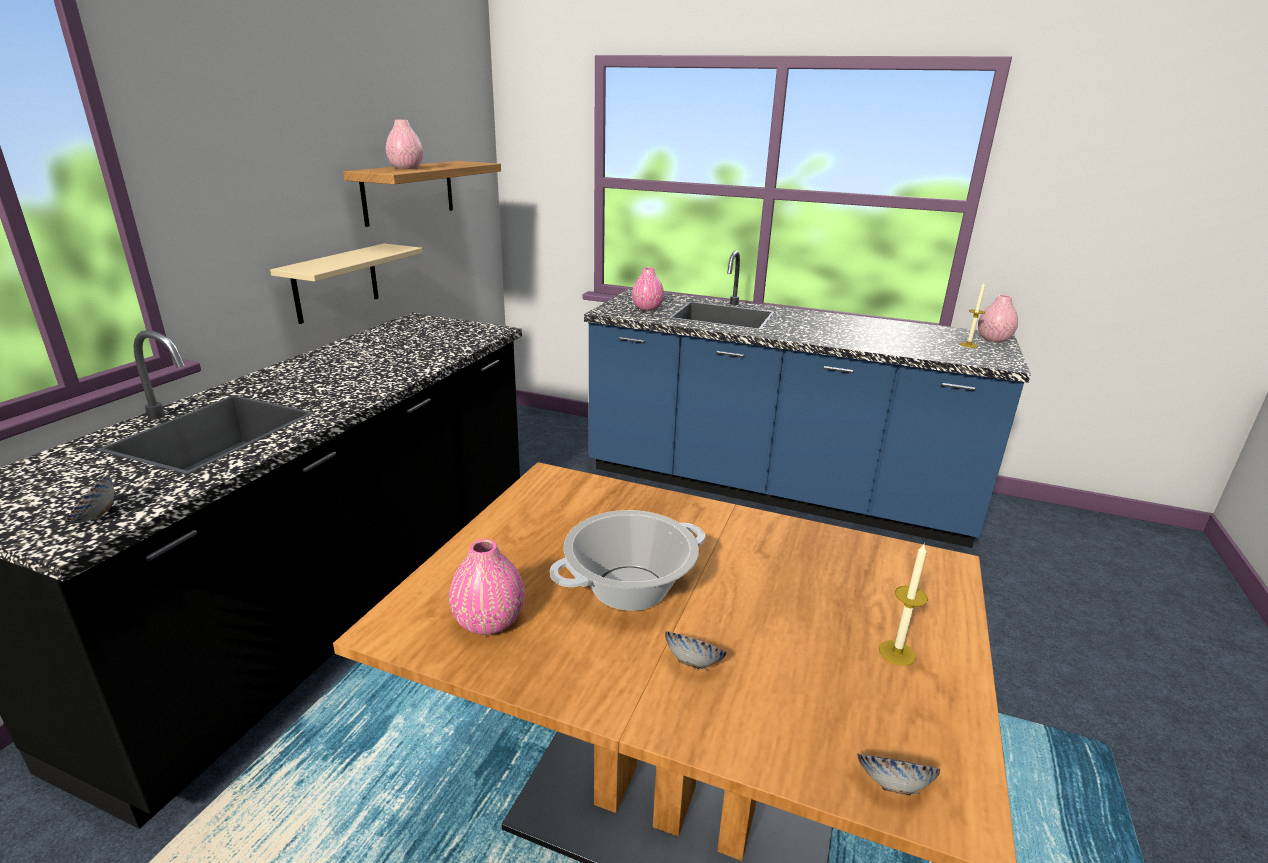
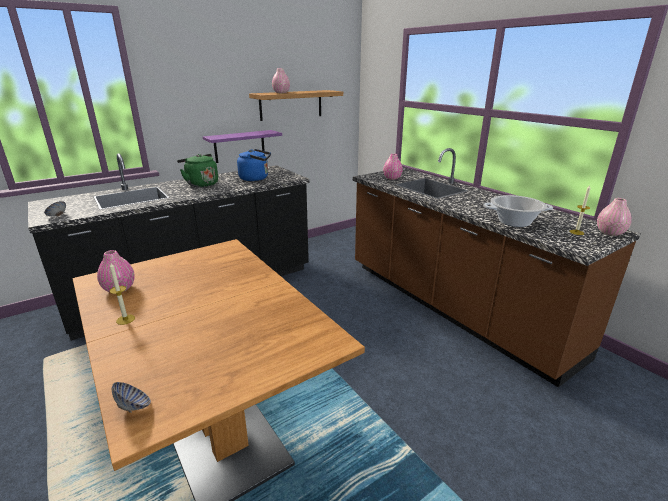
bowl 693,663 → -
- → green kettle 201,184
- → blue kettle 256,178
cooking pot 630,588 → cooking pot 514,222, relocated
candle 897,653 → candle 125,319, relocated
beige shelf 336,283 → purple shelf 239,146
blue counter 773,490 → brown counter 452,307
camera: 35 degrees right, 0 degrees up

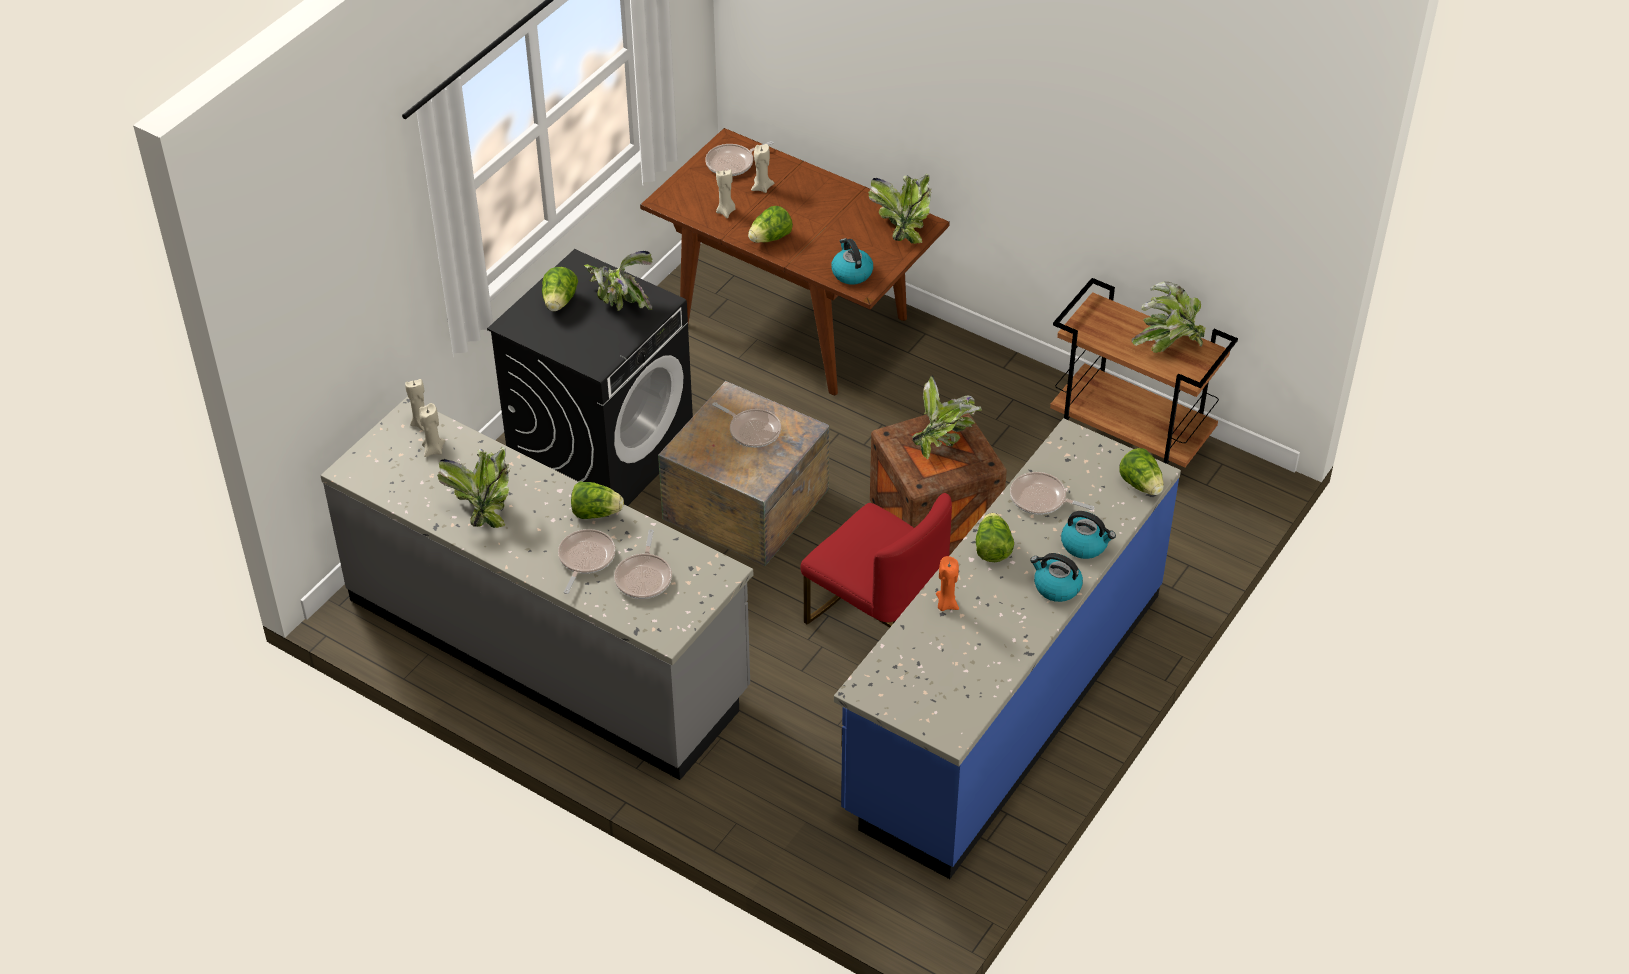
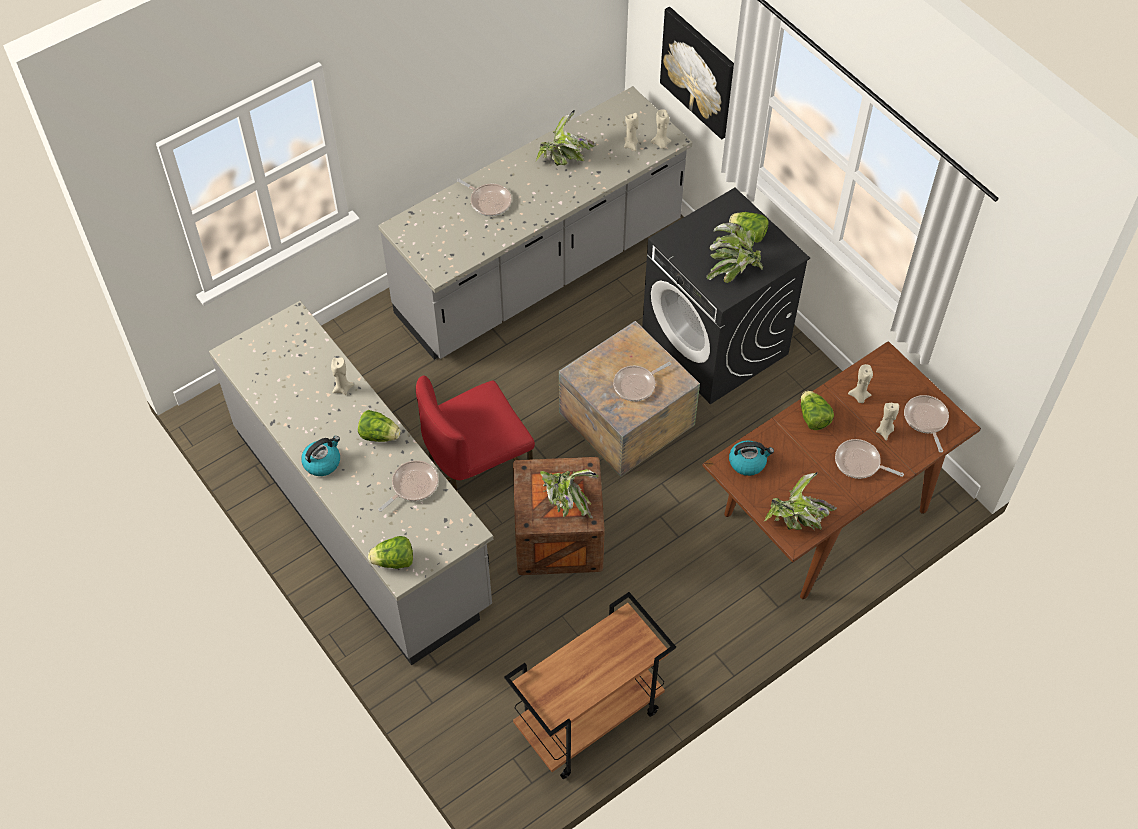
lettuce 596,513 → -
kettle 1085,545 → -
potted plant 1168,342 → -
- → picture 698,72
frying pan 644,577 → frying pan 860,463, relocated
blue counter 1003,702 → grey counter 363,518
orange candle 946,604 → beige candle 342,388
camera: 110 degrees right, 10 degrees up

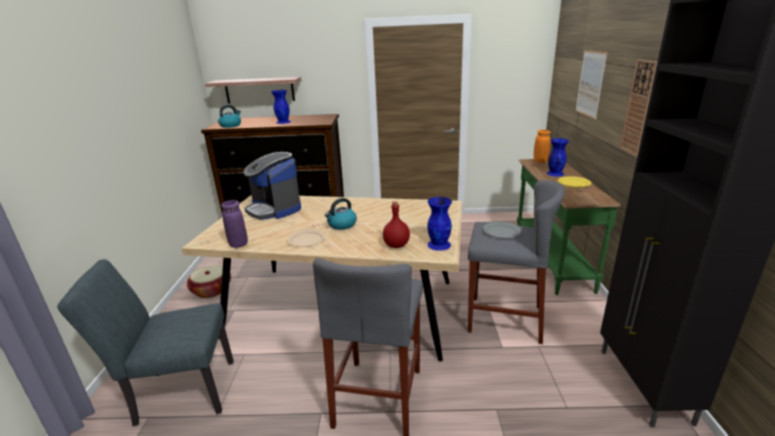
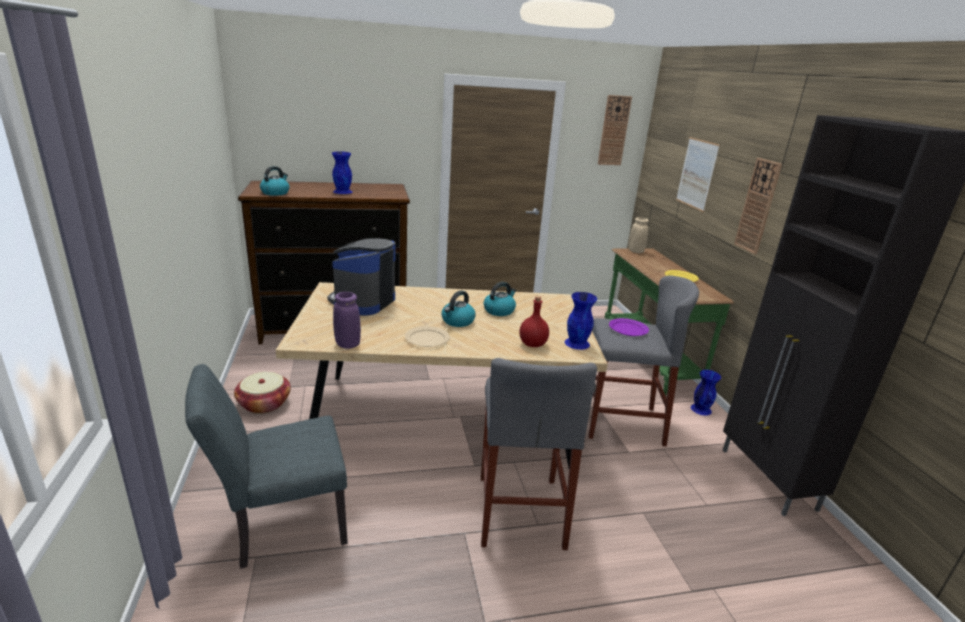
shelf 259,90 → -
- → kettle 499,310
- → wall clock 614,131
blue vase 555,173 → blue vase 700,409, relocated
grey plate 501,231 → purple plate 628,329
orange vase 540,161 → beige vase 635,251
coffee machine 274,209 → coffee machine 363,302, 75 degrees clockwise
camera: 15 degrees left, 0 degrees up

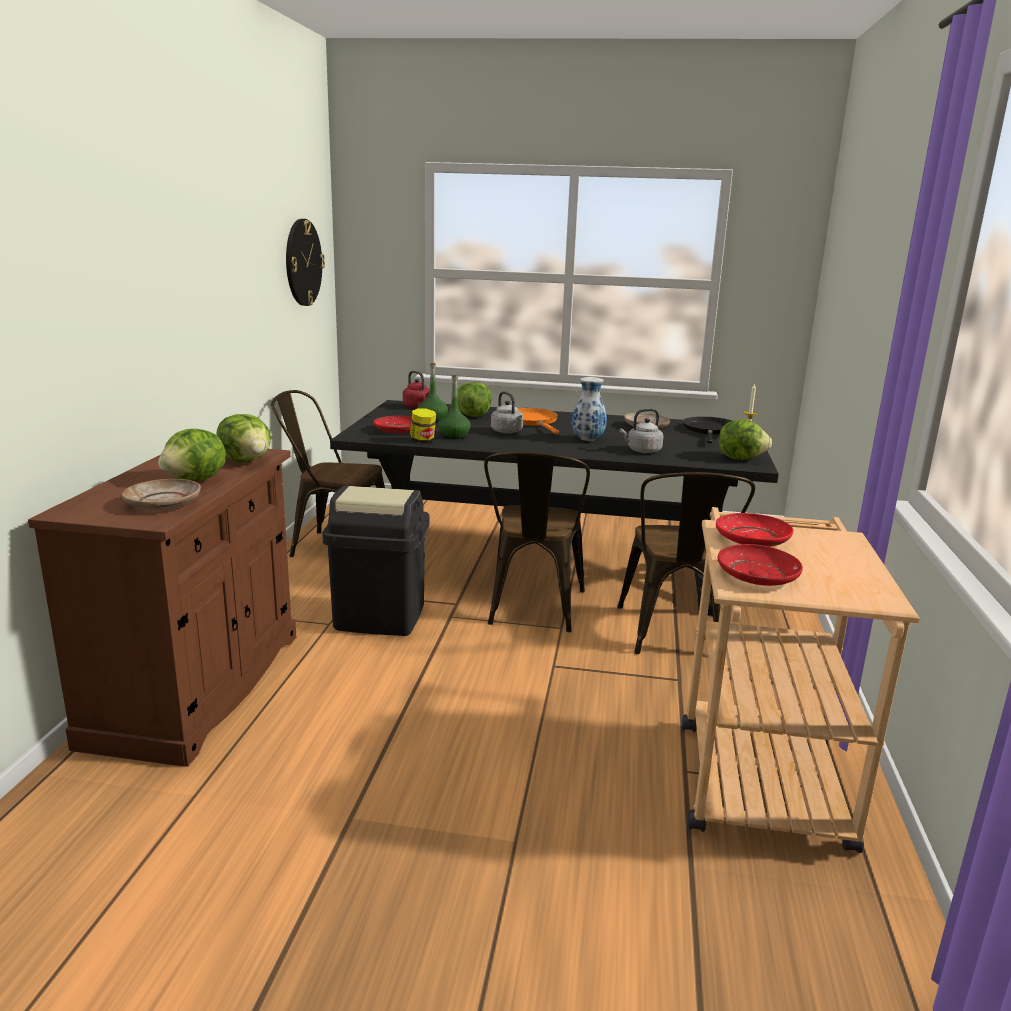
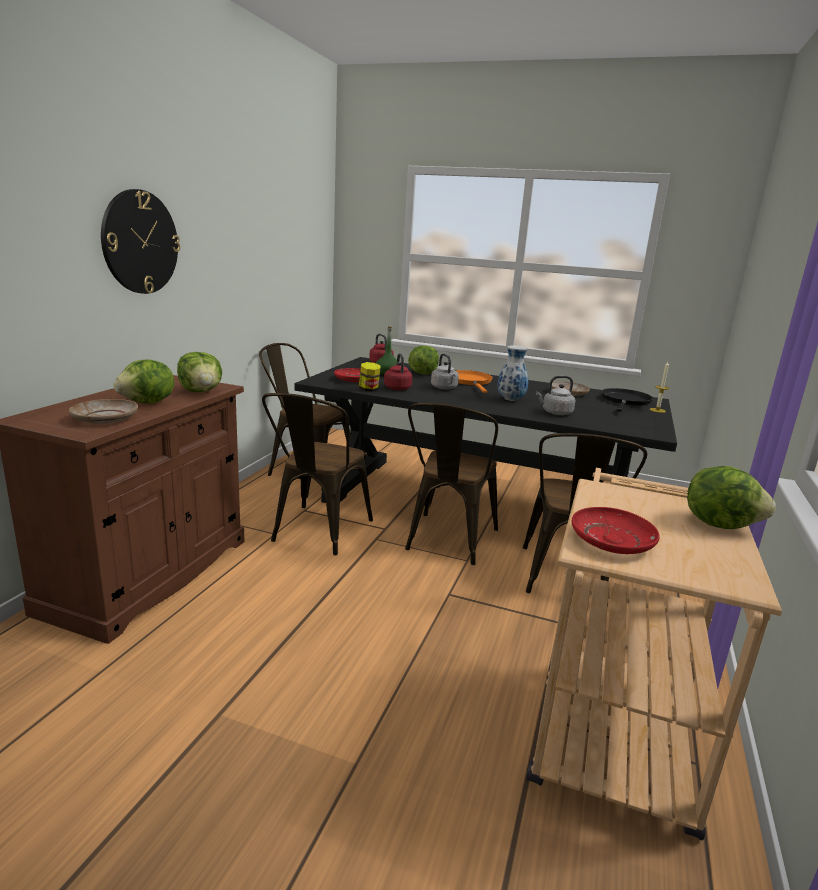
red plate 752,539 → -
wall clock 303,262 → wall clock 140,242, relocated
lettuce 740,458 → lettuce 720,523, relocated
black trash can 379,617 → brown chair 317,533
green bottle 454,436 → red kettle 397,388
camera: 10 degrees right, 0 degrees up

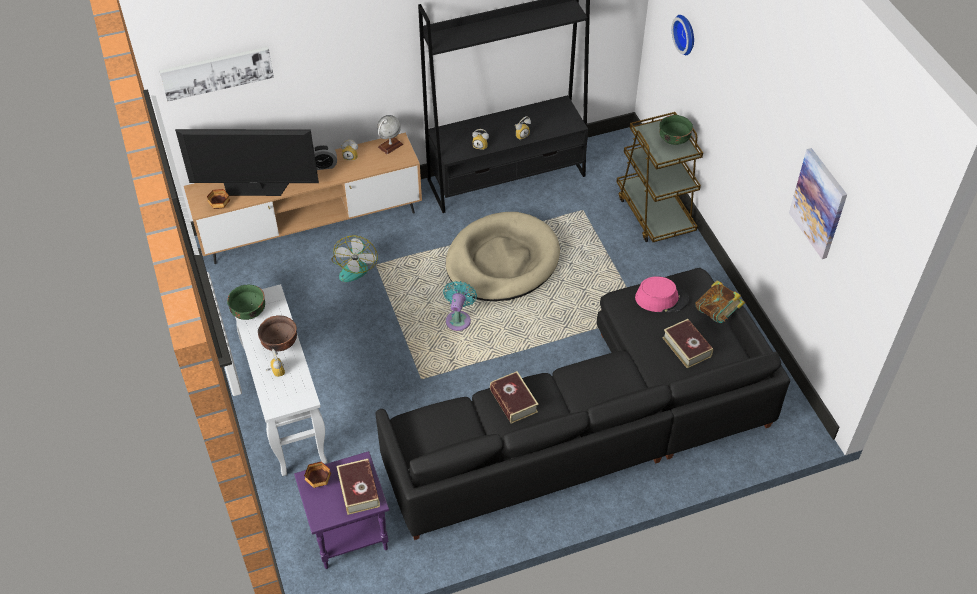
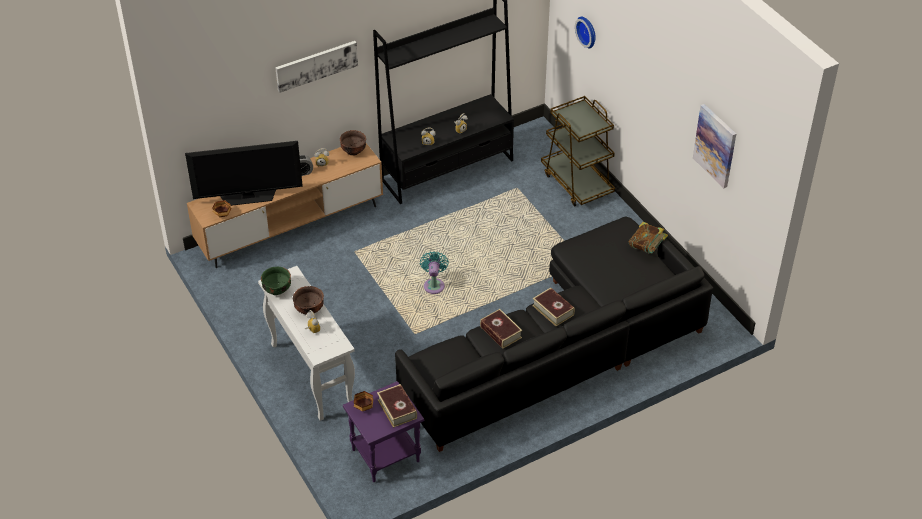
fan 355,266 → -
beige dog bed 502,261 → -
pink hat 661,298 → -
green bowl 673,140 → -
picture 217,72 → picture 316,65, relocated
book 686,347 → book 553,310, relocated
globe 390,146 → brown bowl 353,151
camera: 10 degrees left, 5 degrees down

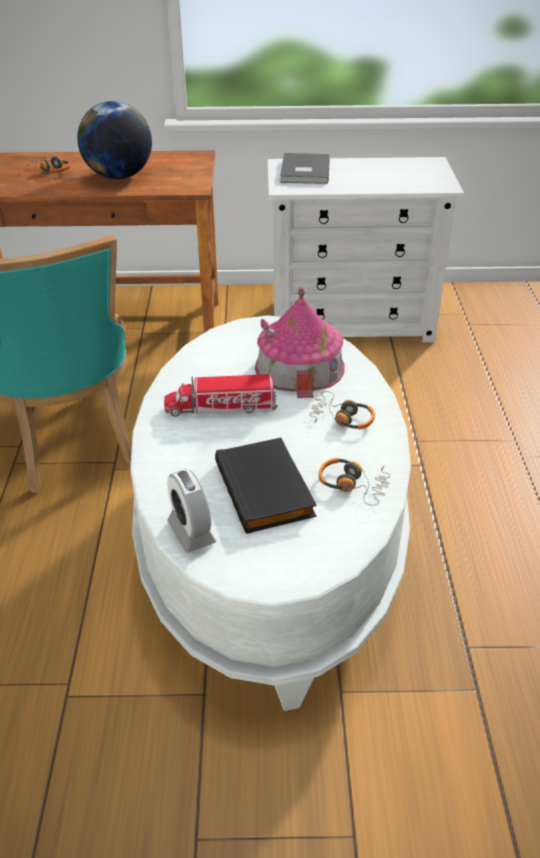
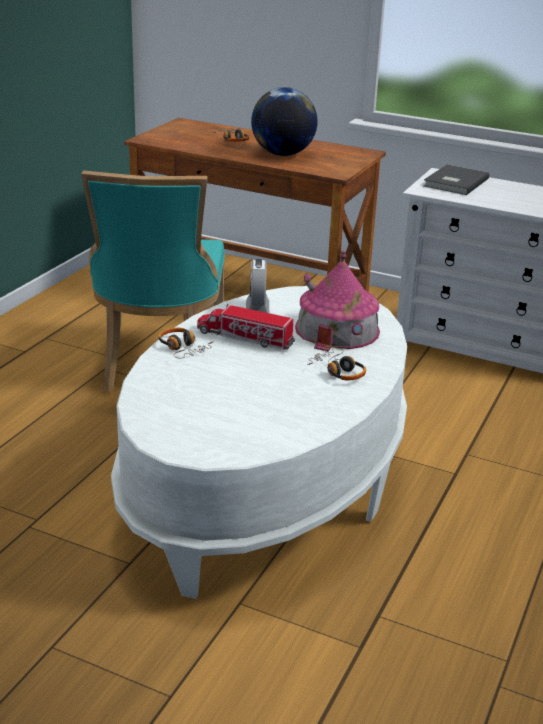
black book 267,489 → -
alarm clock 191,532 → alarm clock 257,309, relocated
headphones 353,485 → headphones 183,348, relocated
camera: 25 degrees right, 10 degrees down

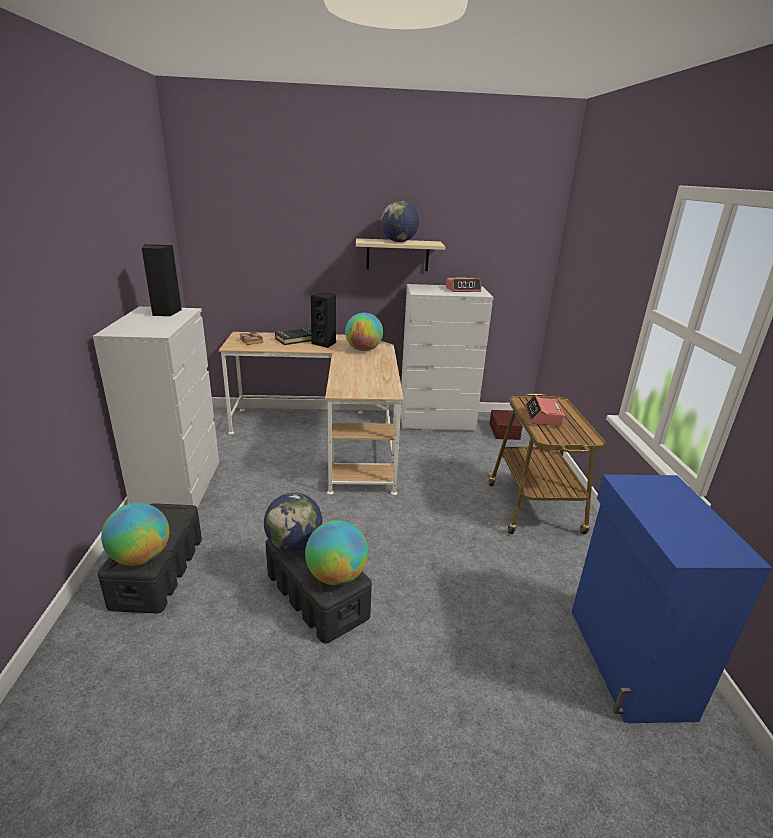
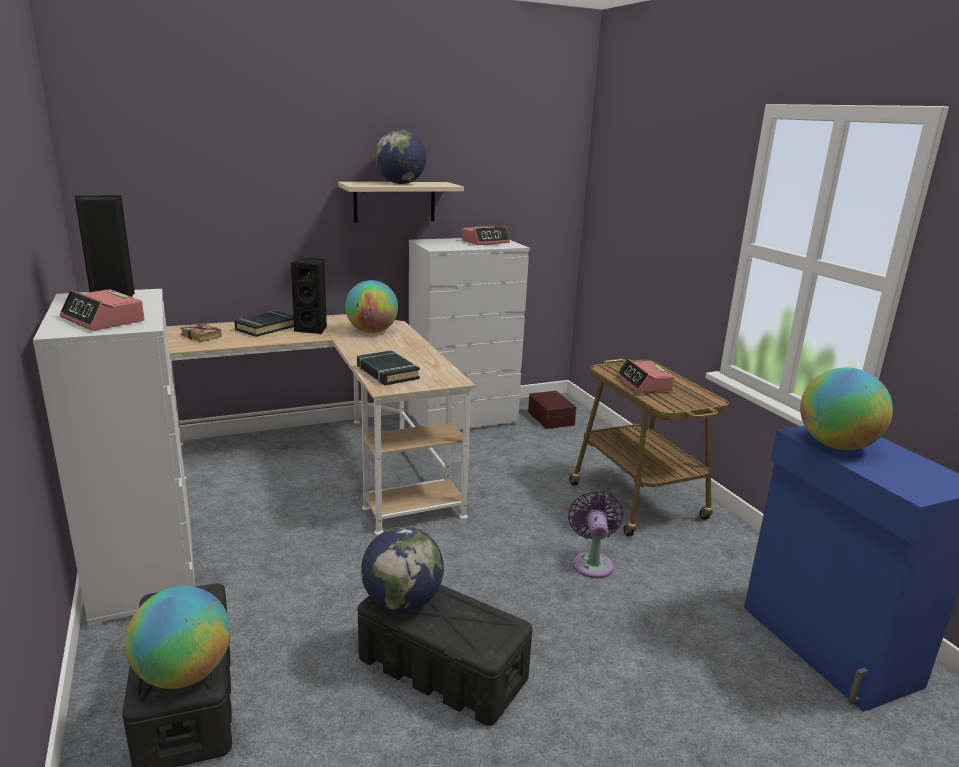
- → alarm clock 103,320
- → black book 387,373
- → purple fan 592,563
globe 336,576 → globe 836,445, relocated
camera: 20 degrees left, 5 degrees down

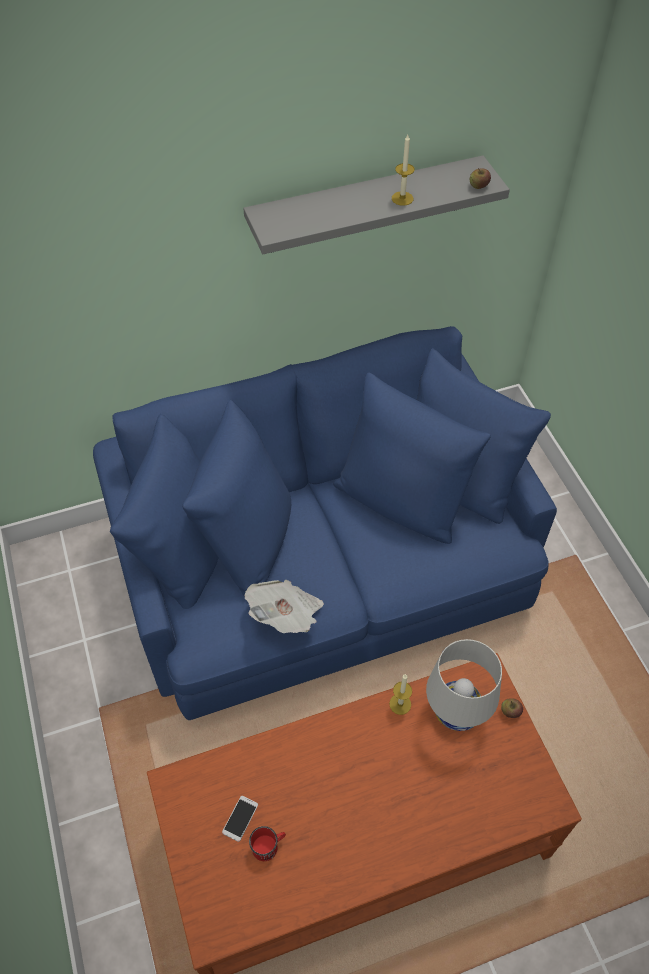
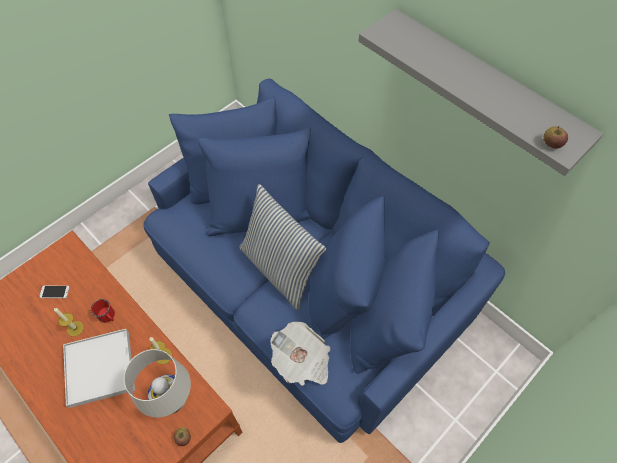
- → white tray 100,368
- → pillow 280,269
newspaper 286,615 → newspaper 302,361, relocated
red mug 269,846 → red mug 108,316, relocated
candle 402,198 → candle 75,328, relocated
camera: 65 degrees right, 5 degrees up

